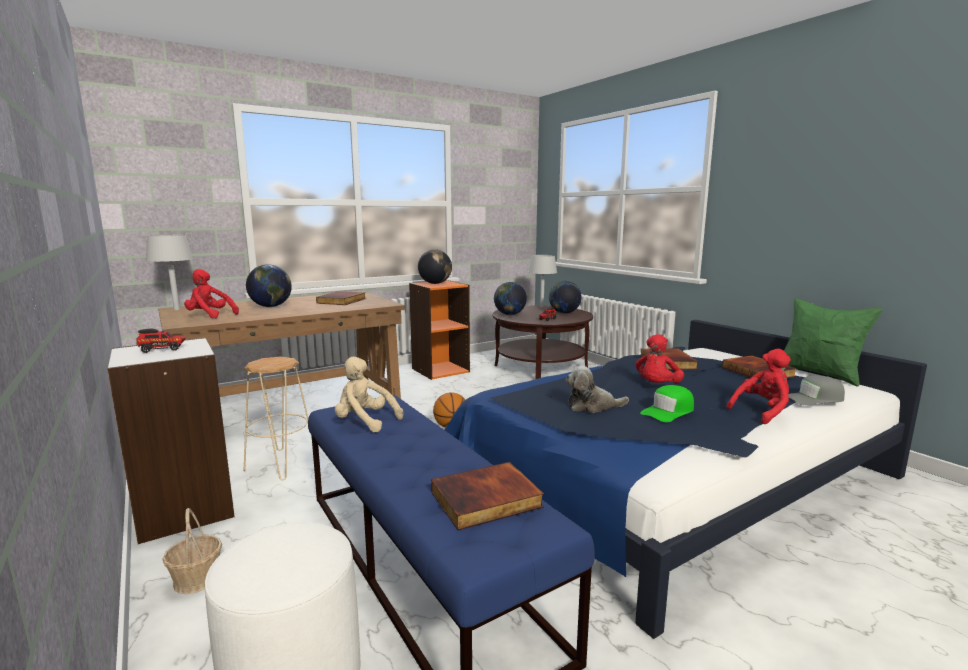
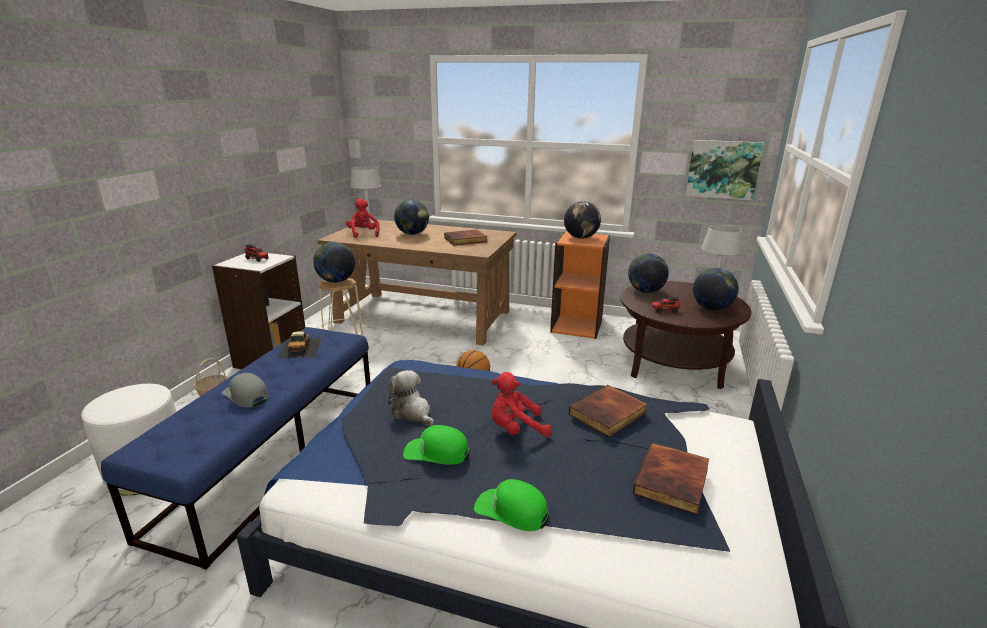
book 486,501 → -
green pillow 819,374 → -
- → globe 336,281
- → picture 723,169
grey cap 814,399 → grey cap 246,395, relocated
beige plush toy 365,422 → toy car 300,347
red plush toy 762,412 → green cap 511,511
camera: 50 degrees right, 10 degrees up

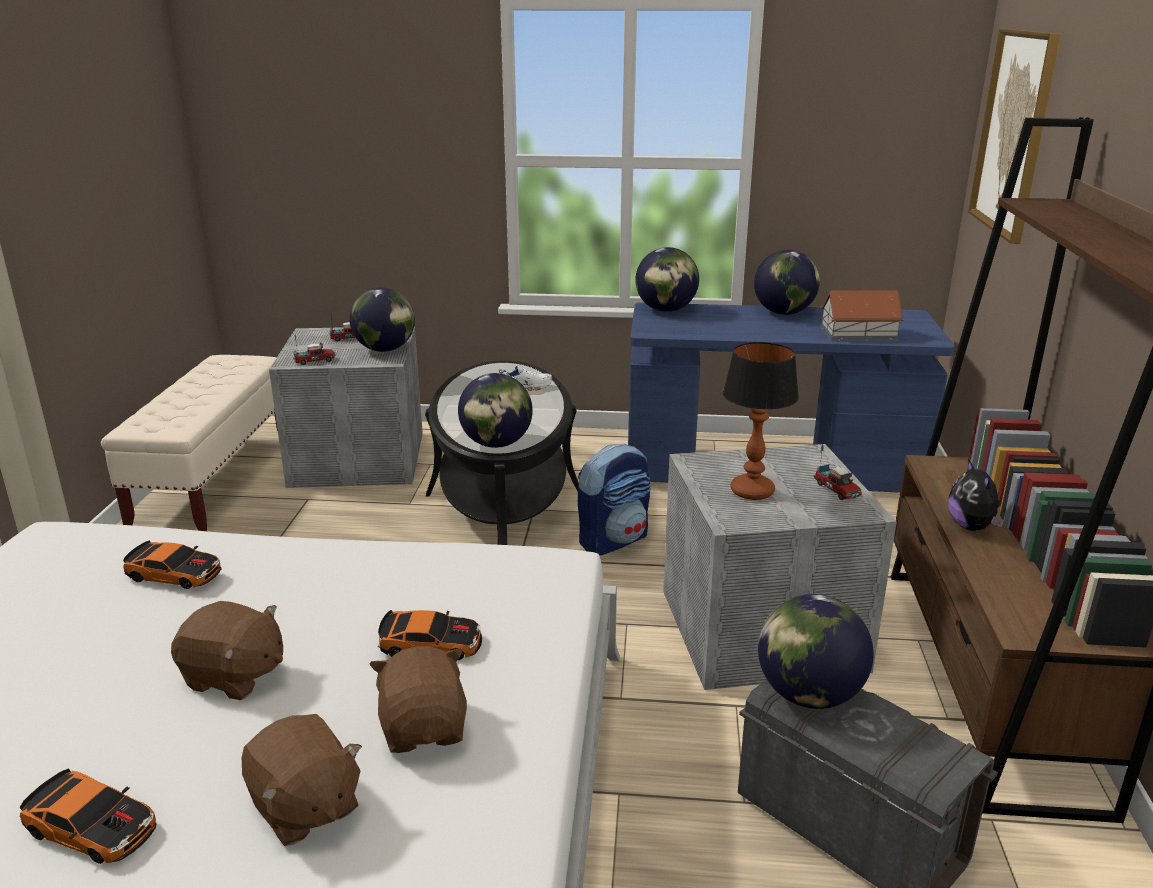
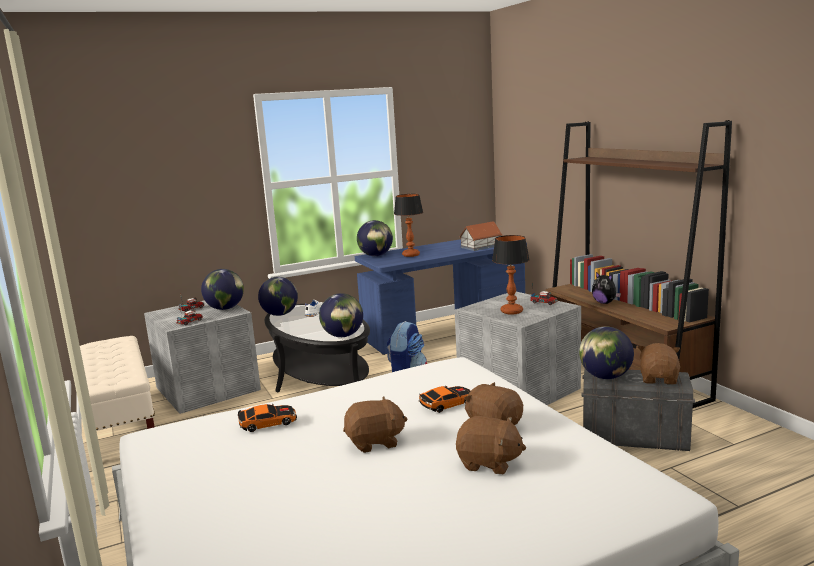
toy car 94,826 → -
picture 1014,133 → -
- → table lamp 410,255
- → brown plush toy 659,379
globe 784,313 → globe 280,314, relocated
camera: 30 degrees left, 10 degrees down

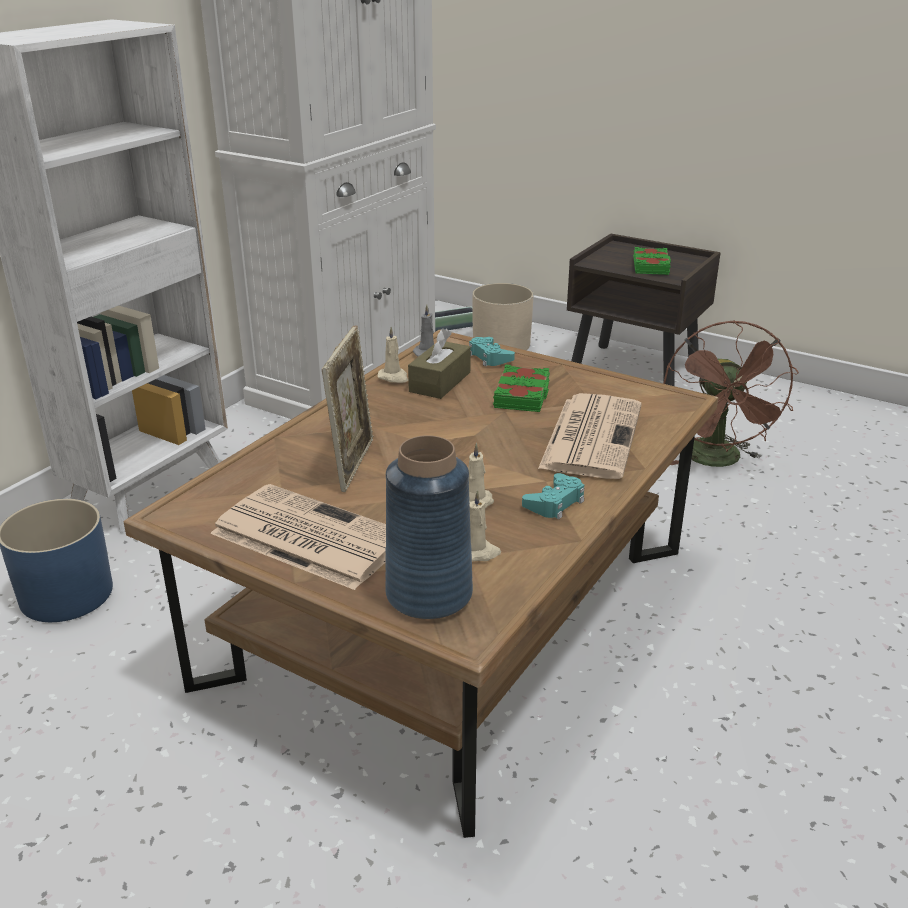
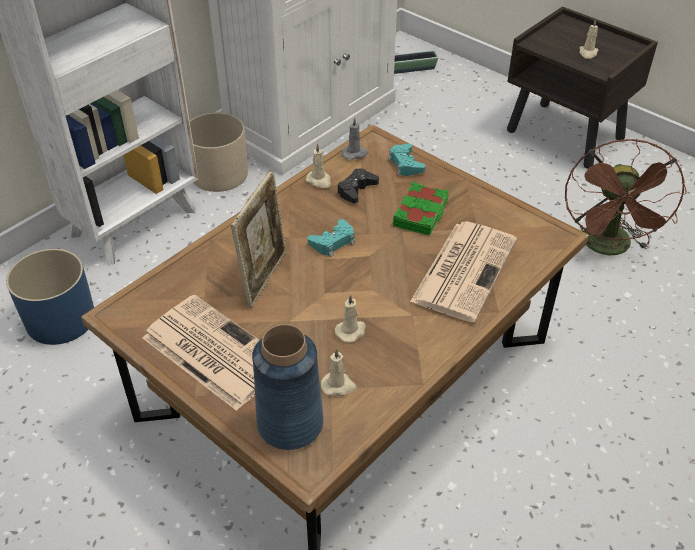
beige planter 502,344 → beige planter 220,174, relocated
turquoise game controller 555,503 → turquoise game controller 333,242, relocated
brown tissue box 440,382 → black game controller 356,190
green book 651,266 → beige candle 588,53
camera: 10 degrees right, 15 degrees up

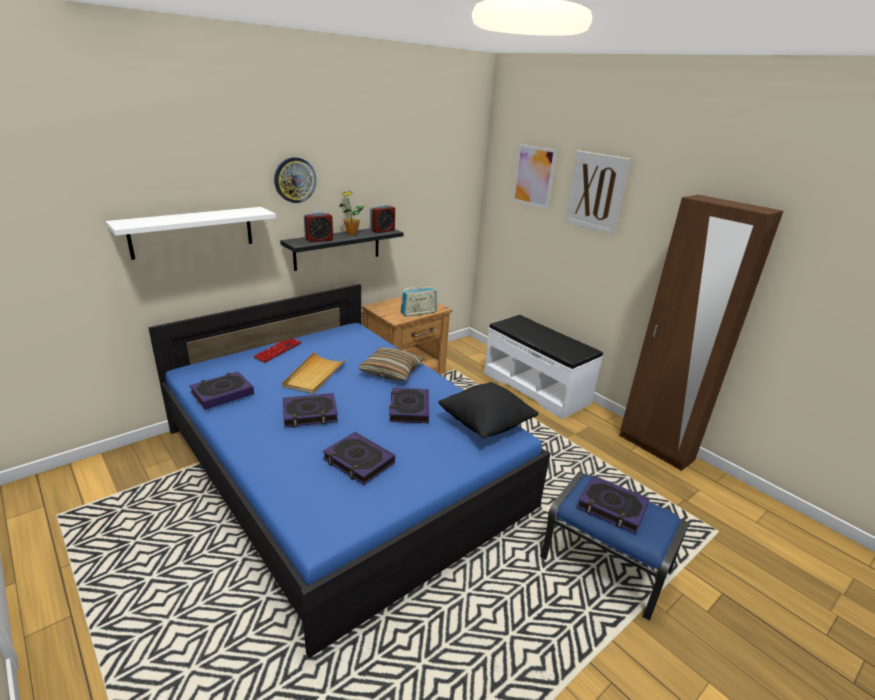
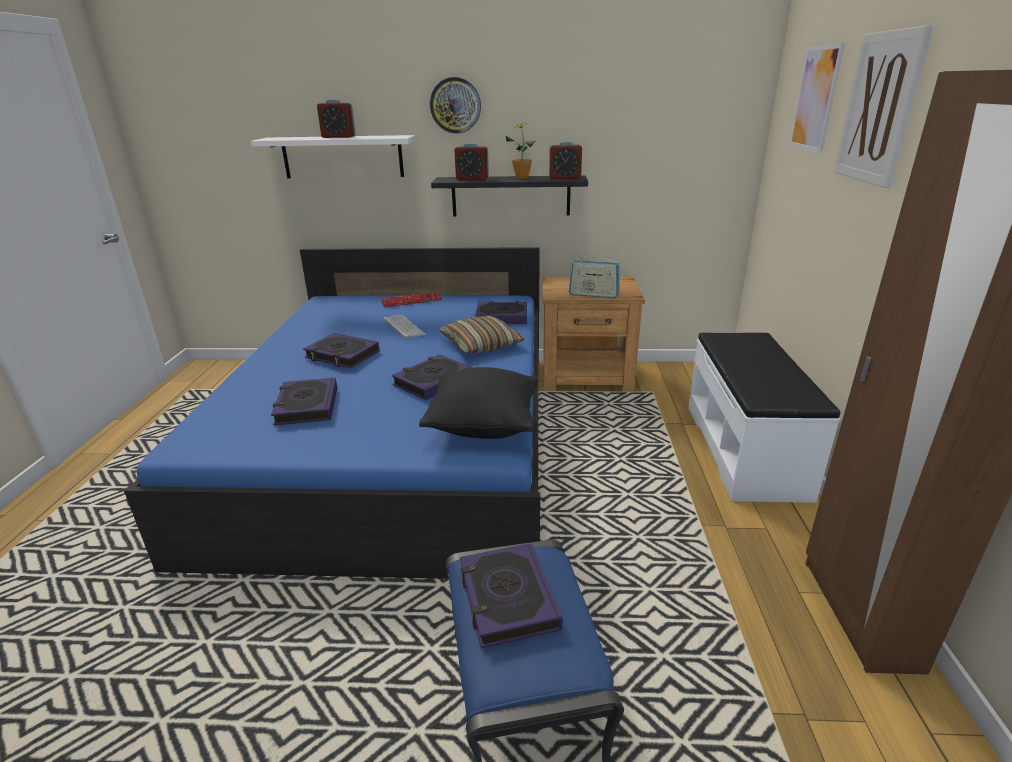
- → alarm clock 338,137
book 222,393 → book 502,317, relocated
beige tray 314,375 → keyboard 404,327
camera: 45 degrees right, 0 degrees up

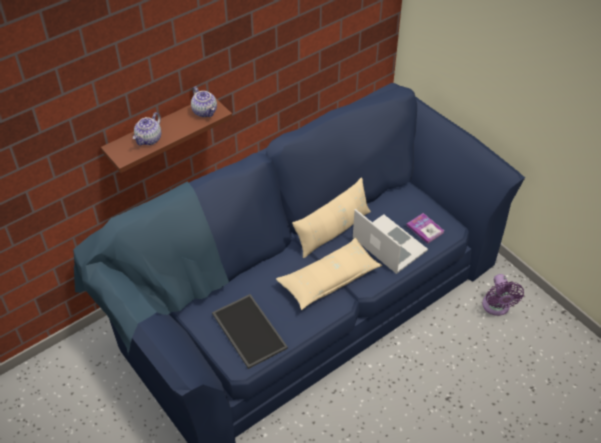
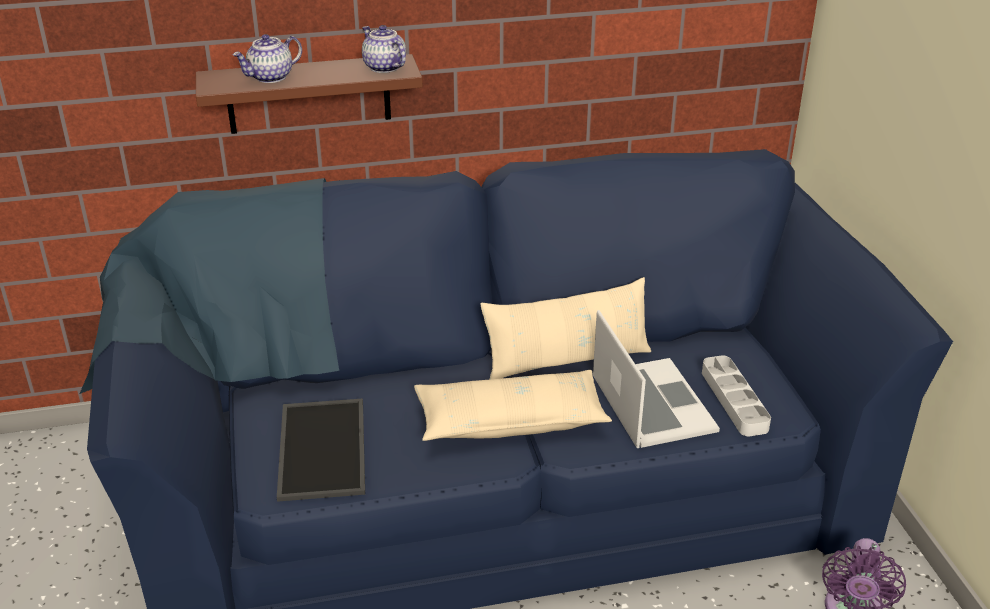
book 425,229 → grey tray 734,400
teapot 205,111 → teapot 383,67, 150 degrees clockwise
camera: 25 degrees right, 15 degrees down

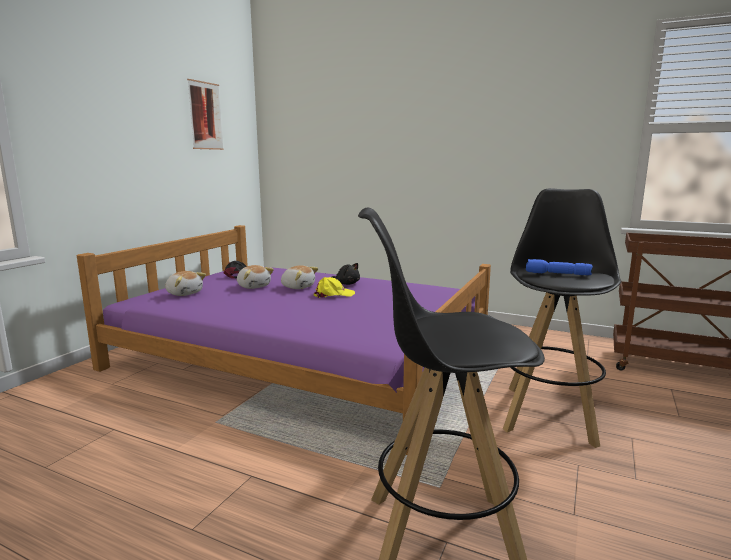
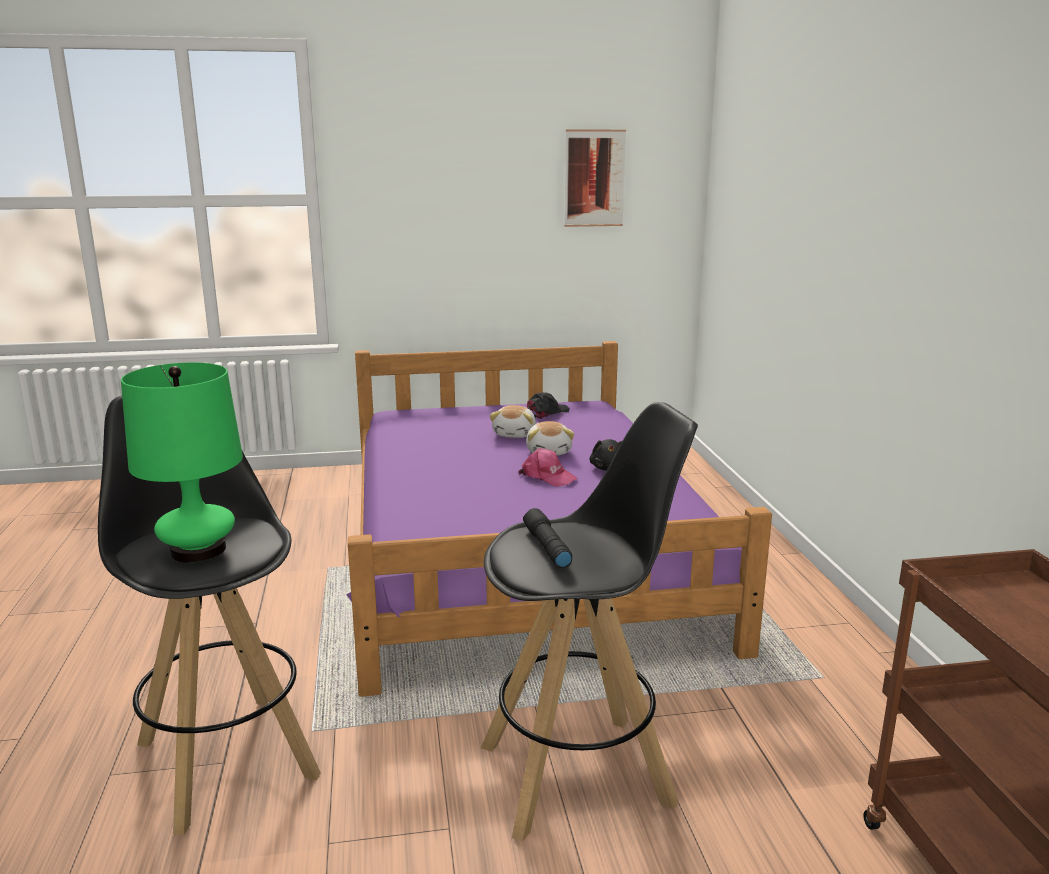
plush toy 184,293 → -
- → green table lamp 198,550
yellow cap 333,295 → pink cap 547,476
blue flashlight 556,274 → black flashlight 546,547
camera: 55 degrees right, 5 degrees up

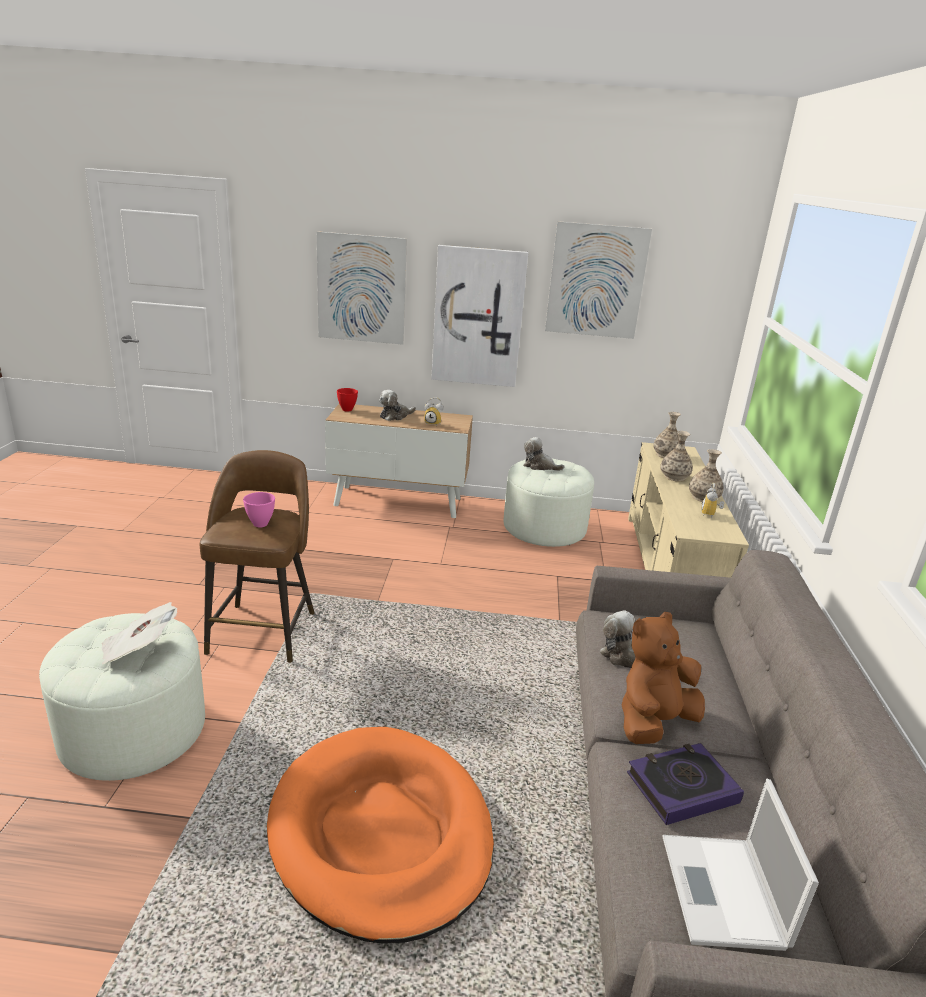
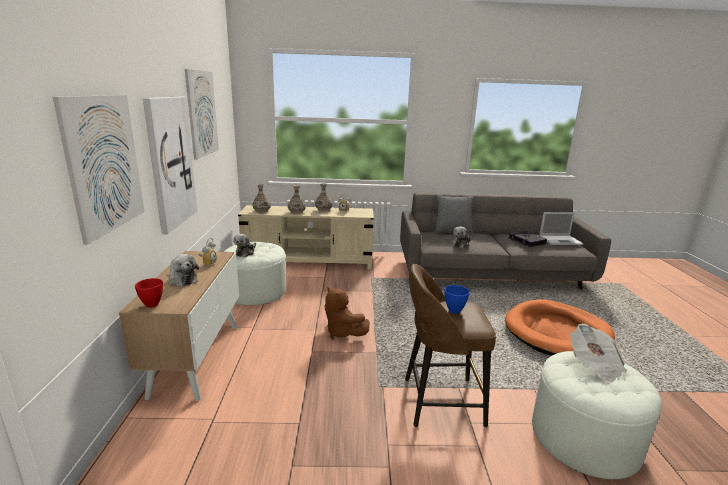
- → grey pillow 452,232
brown plush toy 653,722 → brown plush toy 342,332, relocated
pink bowl 261,524 → blue bowl 454,310
camera: 95 degrees left, 5 degrees down

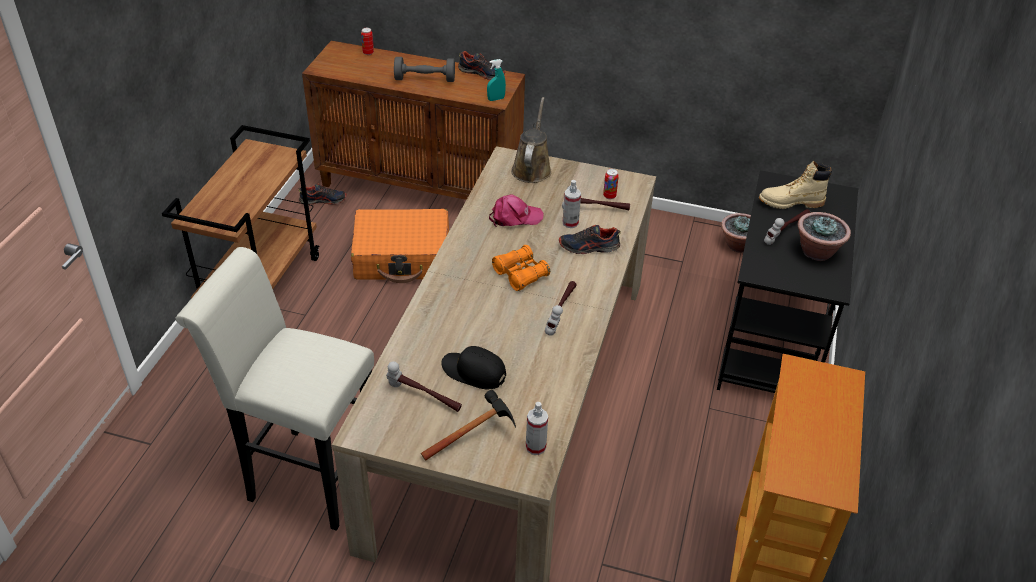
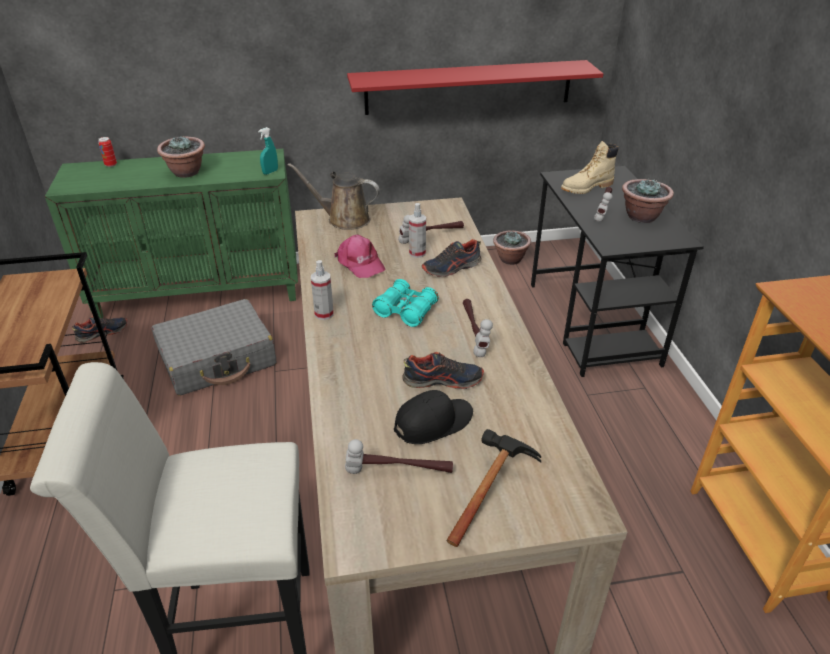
can 609,196 → -
- → red shelf 468,87
shoe 481,73 → shoe 442,380, relocated
spray bottle 535,447 → spray bottle 324,314, relocated
grey dumbbell 425,79 → potted plant 186,172
brown cabinet 421,187 → green cabinet 201,293
orange suitcase 403,257 → grey suitcase 218,359
orange binoculars 520,274 → turquoise binoculars 406,311
black cap 474,372 → black cap 433,422, 150 degrees clockwise
pink cap 515,217 → pink cap 360,263, 90 degrees clockwise
brown watering can 532,168 → brown watering can 344,219, 60 degrees counterclockwise
camera: 25 degrees left, 5 degrees down

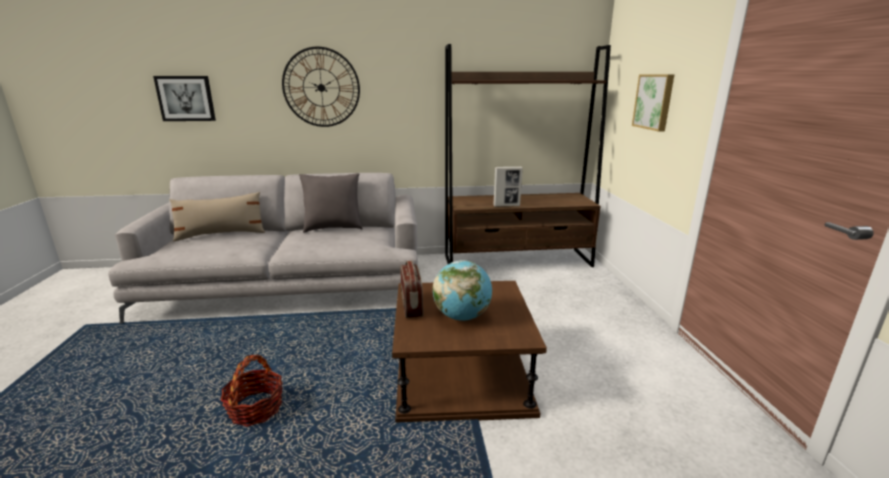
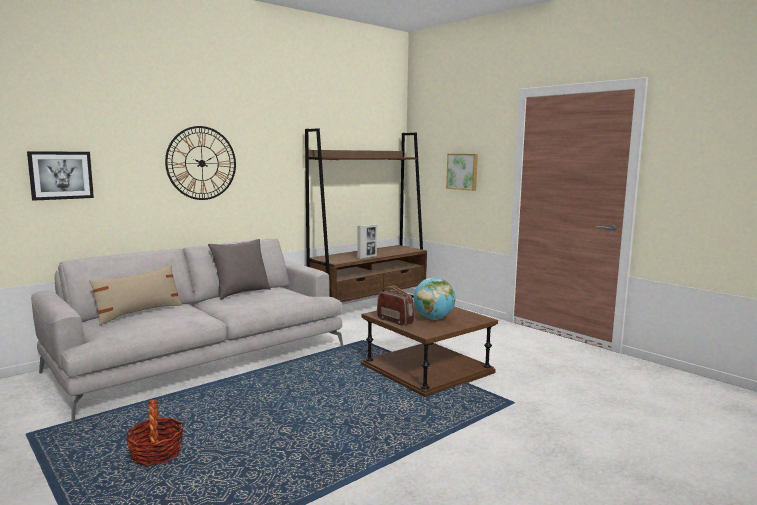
basket 256,409 → basket 156,454, relocated
camera: 35 degrees left, 10 degrees down

